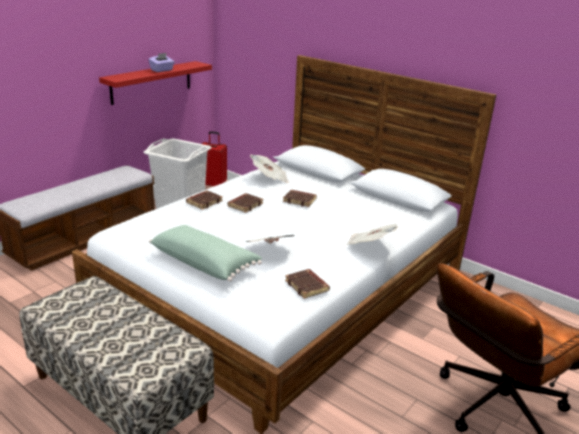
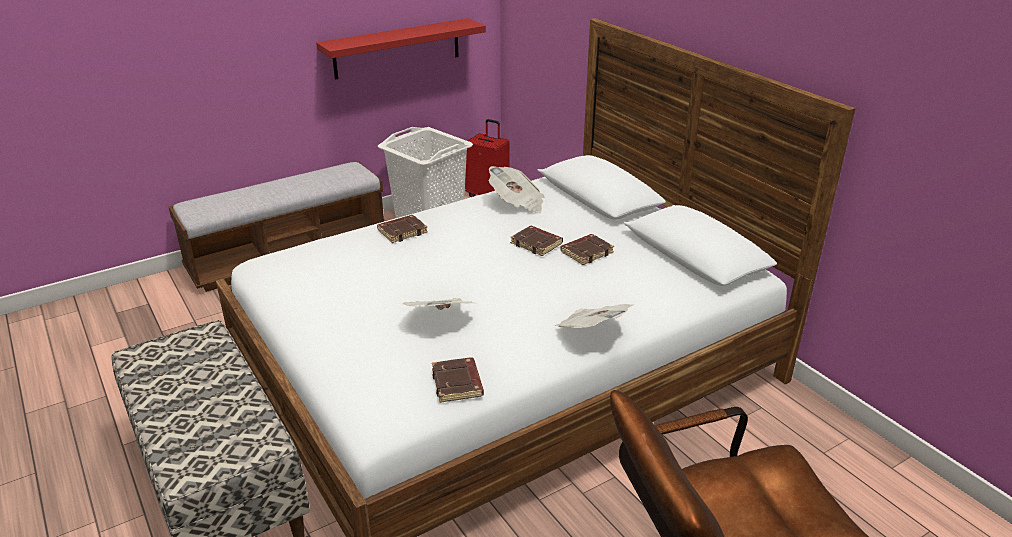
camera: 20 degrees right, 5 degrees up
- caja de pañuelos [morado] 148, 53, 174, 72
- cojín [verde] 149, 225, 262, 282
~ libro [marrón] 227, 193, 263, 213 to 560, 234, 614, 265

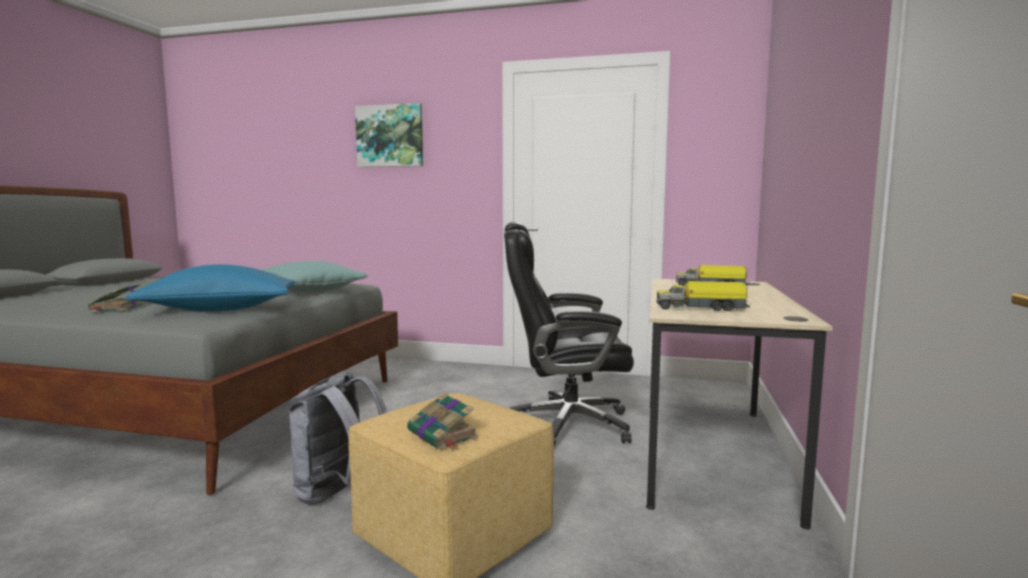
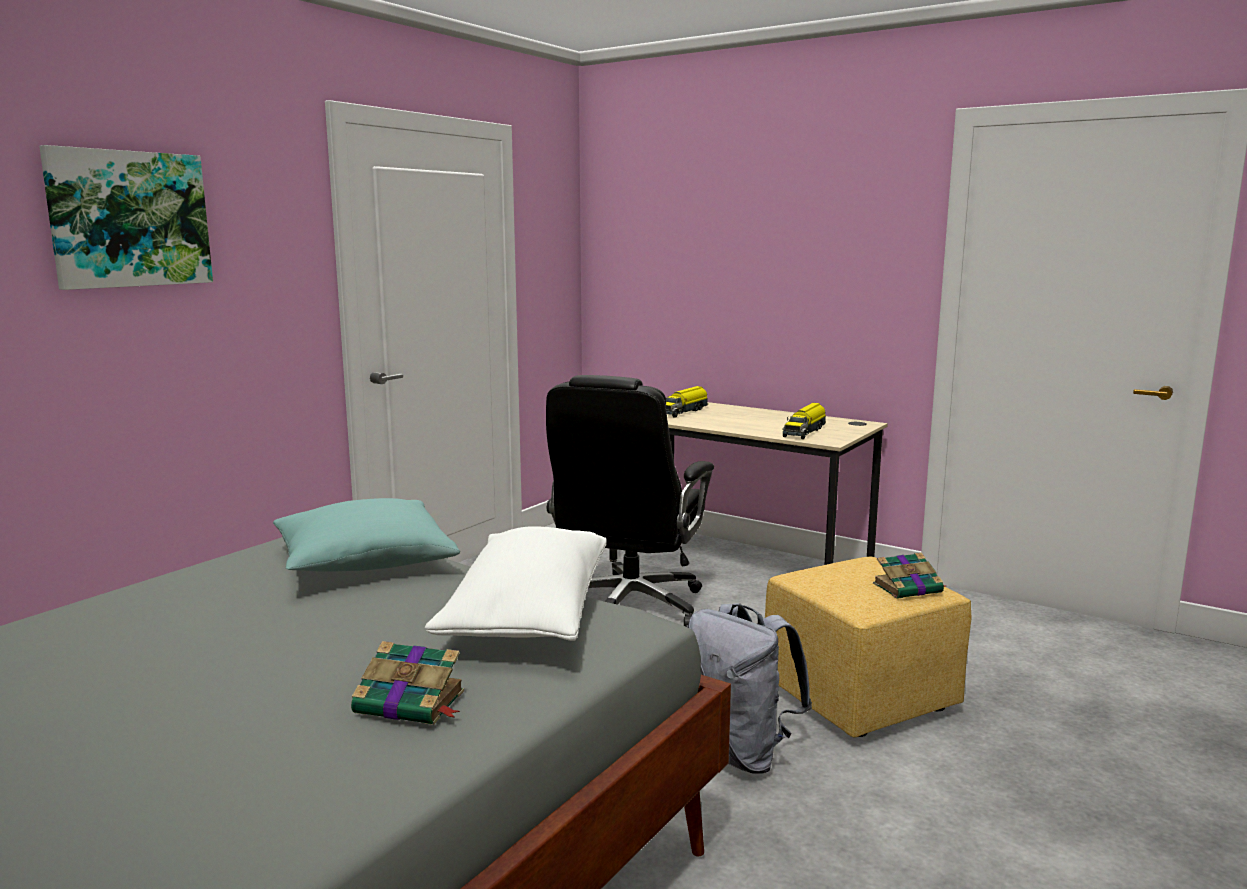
camera: 70 degrees left, 5 degrees up
~ cojín [azul] 125, 264, 296, 312 to cojín [blanco] 425, 526, 606, 641

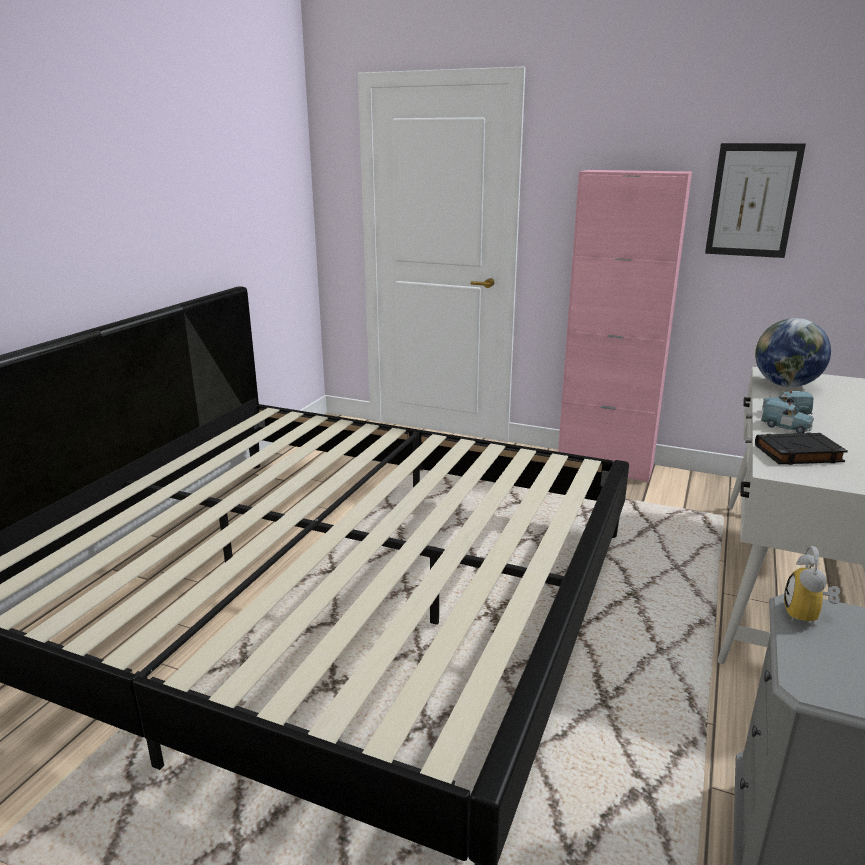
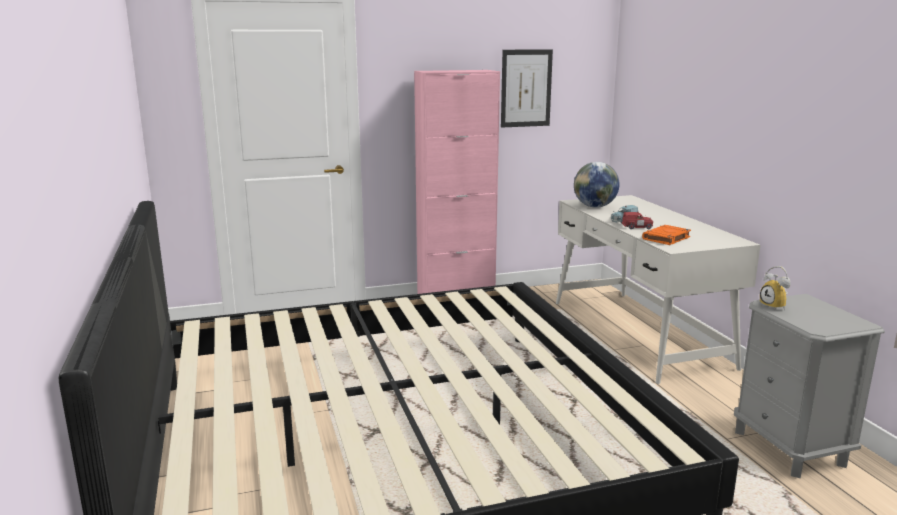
camera: 40 degrees left, 5 degrees down
~ libro [negro] 755, 432, 848, 465 to libro [naranja] 642, 225, 691, 245
~ coche de juguete [azul] 761, 400, 814, 433 to coche de juguete [rojo] 622, 211, 653, 229

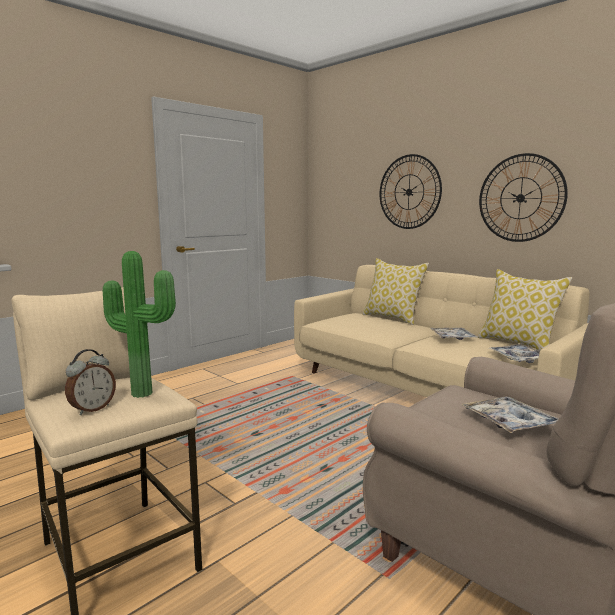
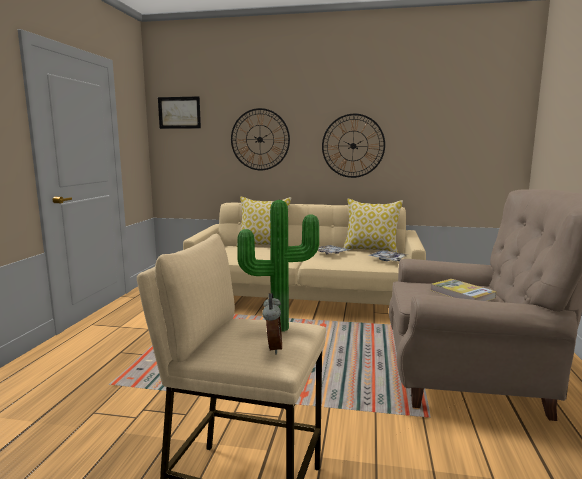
camera: 35 degrees left, 0 degrees up
+ cuadro 158, 96, 201, 129
~ bandeja 461, 396, 558, 433 to libro 430, 279, 496, 301

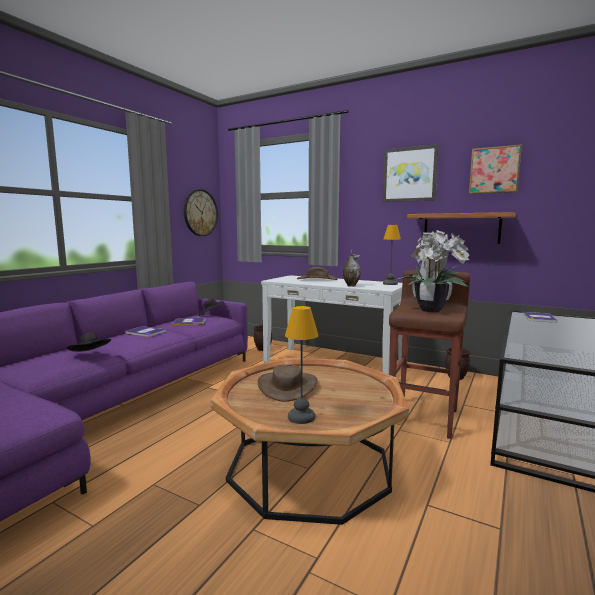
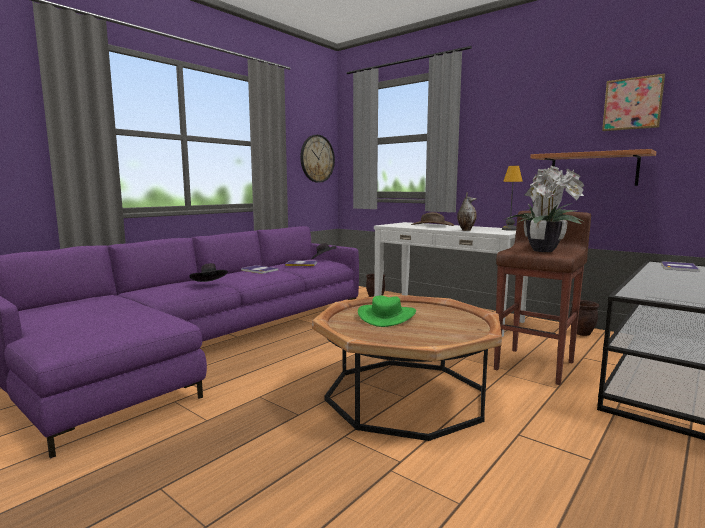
camera: 10 degrees right, 0 degrees up
- lámpara de mesa 285, 306, 319, 424
- cuadro 383, 144, 439, 202
~ sombrero [marrón] 258, 365, 317, 402 to sombrero [verde] 358, 296, 416, 327

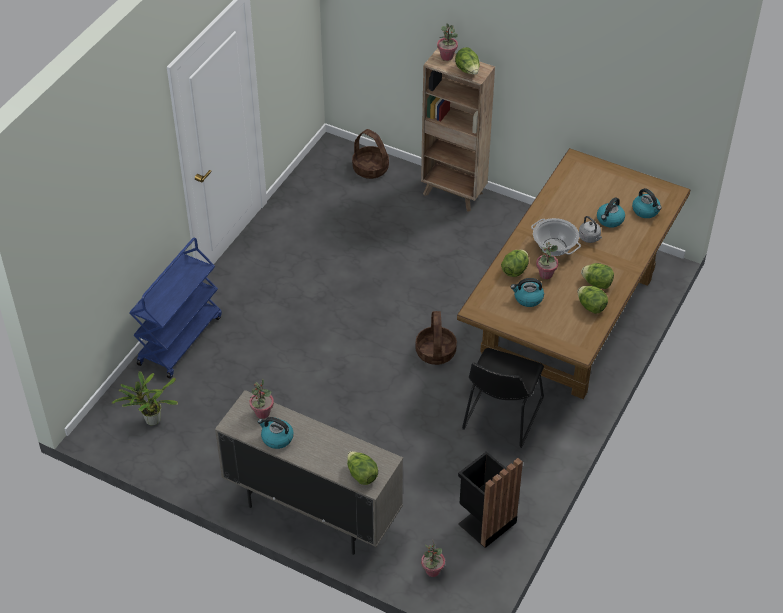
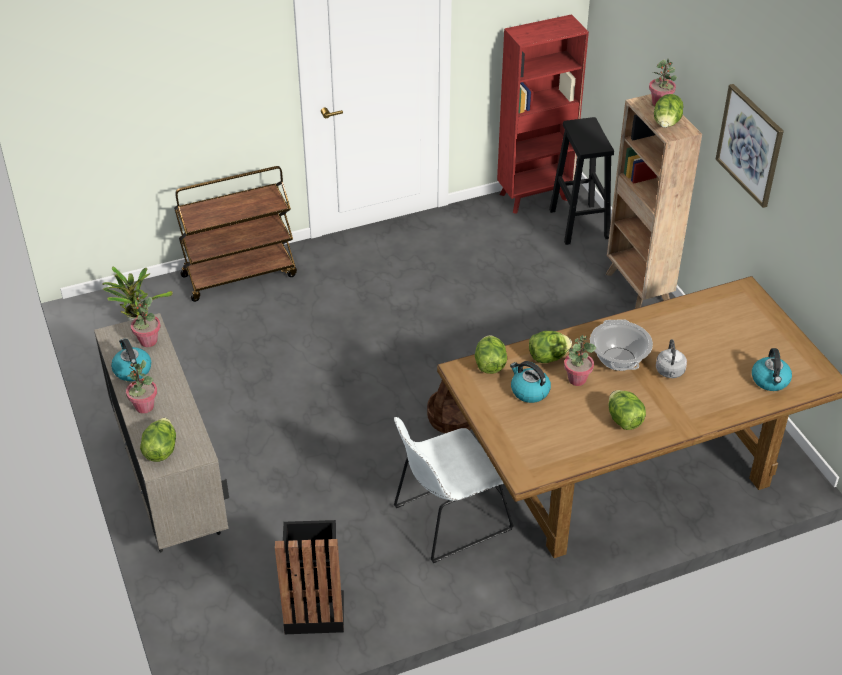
camera: 40 degrees right, 5 degrees down
- hervidor 597, 197, 625, 228
+ estantería [rojo] 497, 14, 589, 214
+ cuadro 715, 84, 784, 208
~ planta en maceta 421, 539, 445, 577 to 124, 360, 157, 414
~ lechuga 578, 286, 608, 314 to 475, 335, 507, 374
~ cesta 352, 129, 389, 179 to taburete [negro] 549, 117, 614, 245
~ carrito [azul] 130, 238, 222, 379 to carrito [marrón] 174, 166, 297, 302
~ silla [negro] 462, 348, 544, 448 to silla [blanco] 394, 417, 514, 563

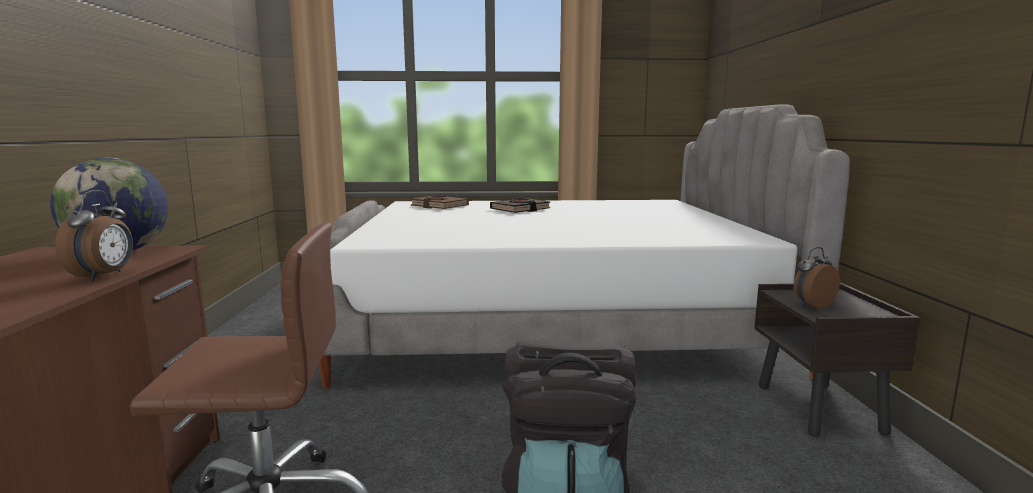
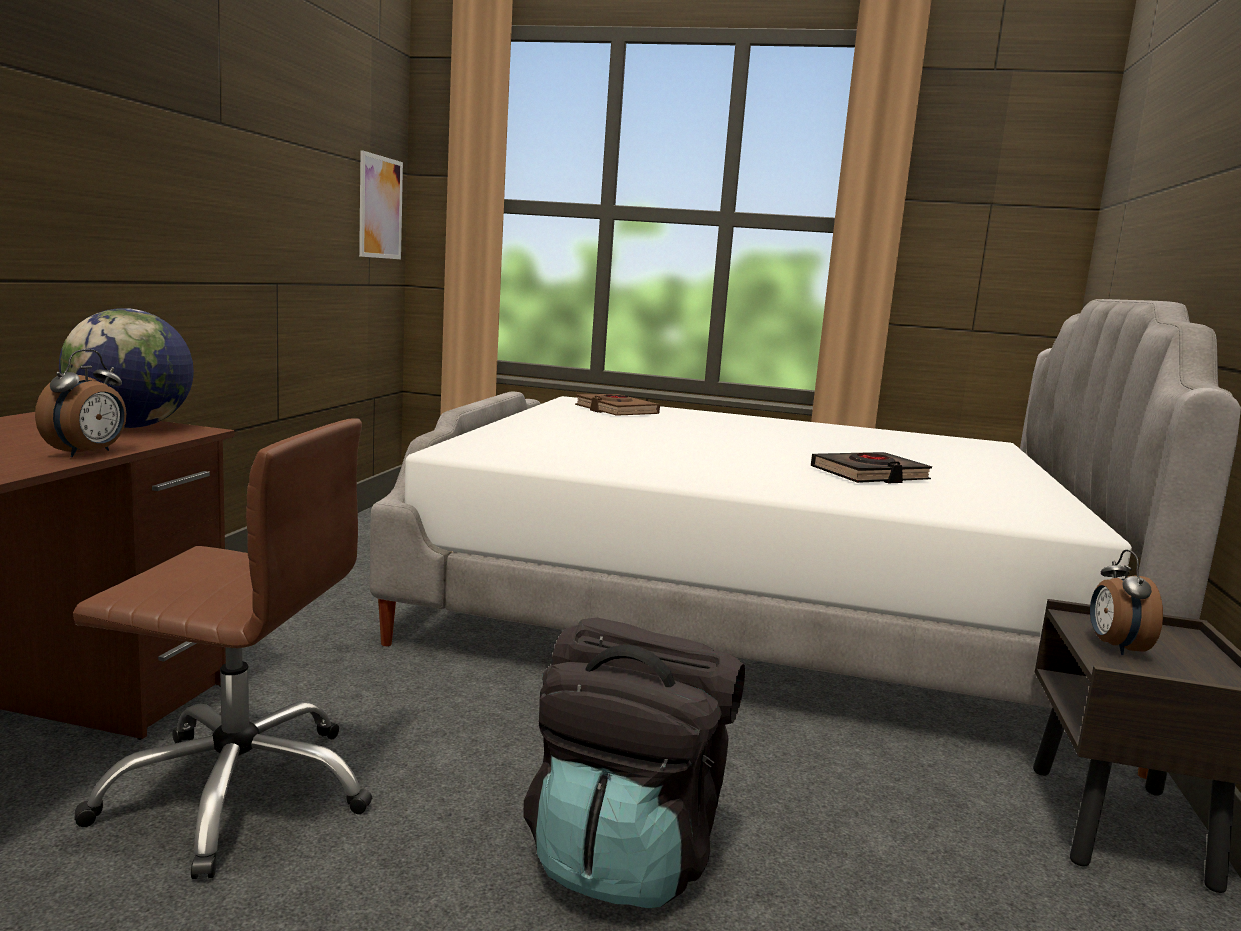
camera: 15 degrees right, 0 degrees up
+ cuadro 359, 150, 403, 259
~ libro [negro] 490, 198, 551, 213 to 811, 452, 932, 483
~ despertador 794, 247, 840, 308 = 1090, 549, 1163, 655 75 degrees counterclockwise

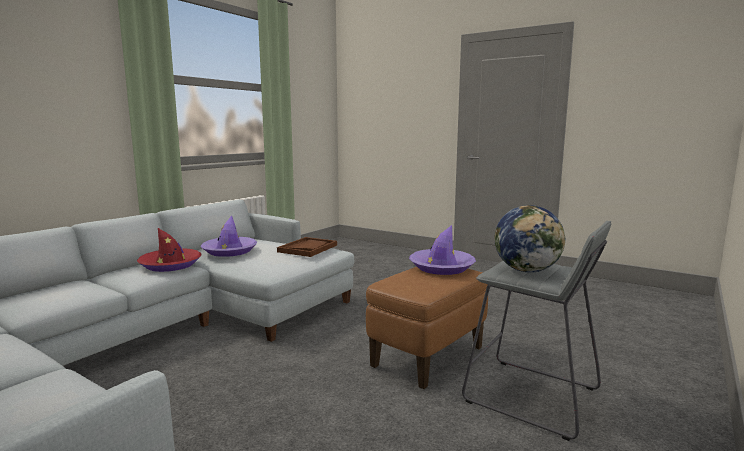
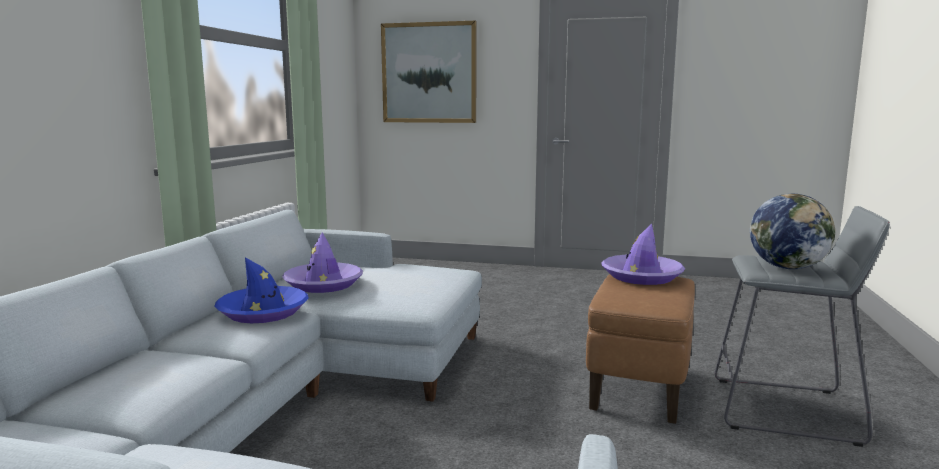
camera: 20 degrees left, 0 degrees up
- bandeja [marrón] 277, 237, 337, 257
+ cuadro 381, 21, 477, 123
~ sombrero [rojo] 137, 228, 202, 272 to sombrero [azul] 214, 257, 309, 323

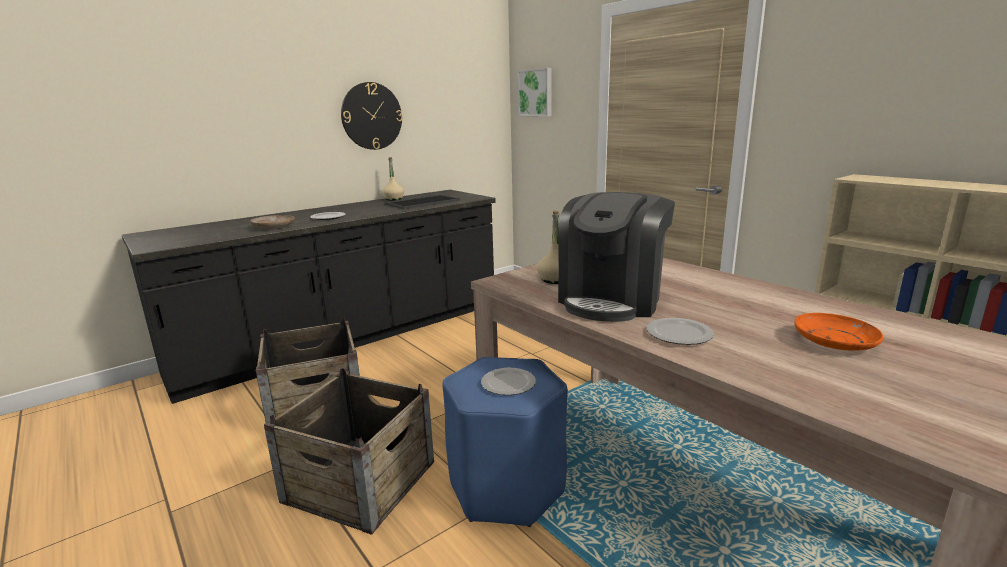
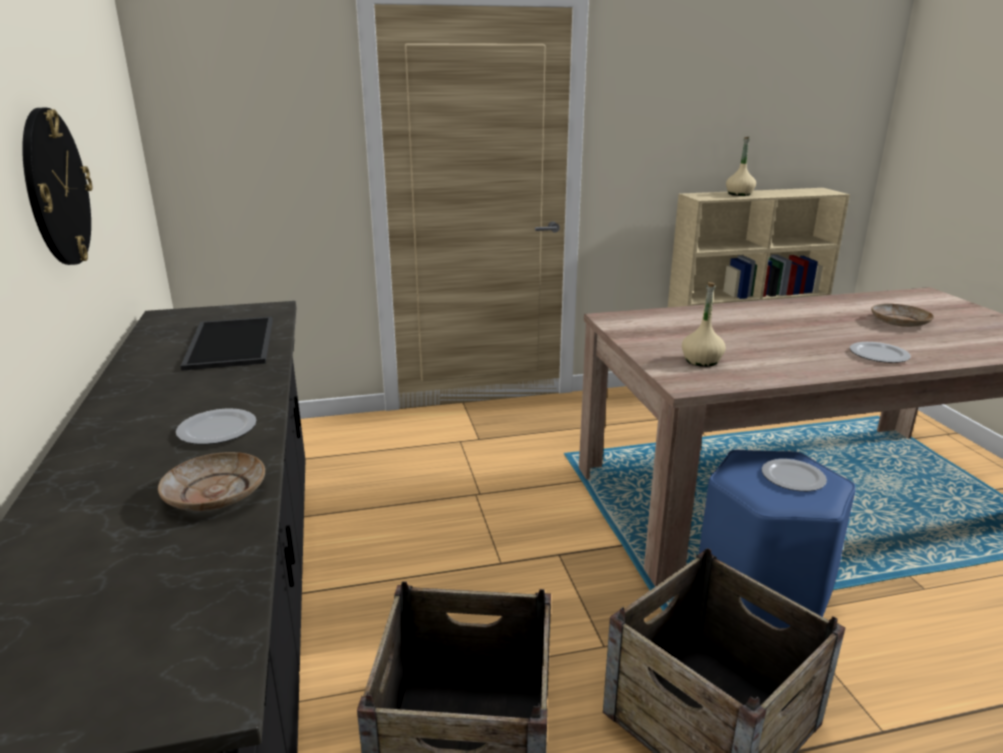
camera: 65 degrees left, 5 degrees up
- cuadro 517, 68, 551, 116
- cafetera 558, 192, 675, 322
~ botella [beis] 382, 157, 404, 200 to 726, 137, 756, 196
~ plato [naranja] 794, 313, 883, 351 to plato [beis] 871, 303, 934, 327

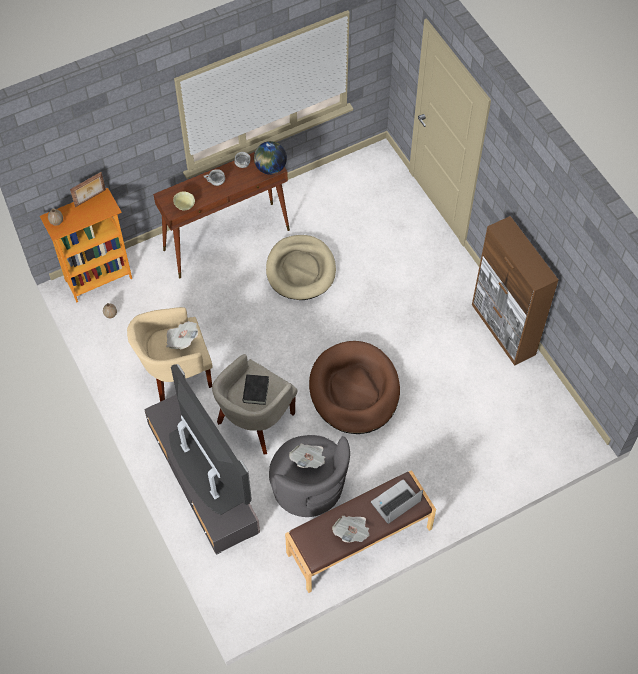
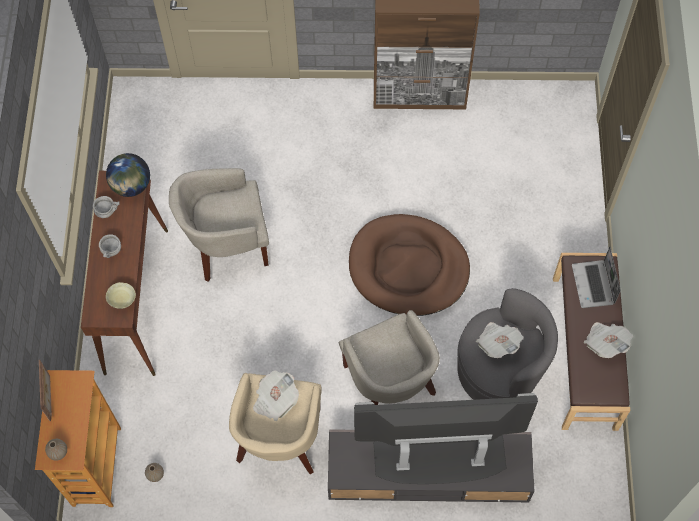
camera: 60 degrees left, 5 degrees up
- libro [negro] 242, 374, 269, 405
~ cama para perro [beis] 266, 235, 336, 300 to sillón [beis] 169, 168, 269, 282

